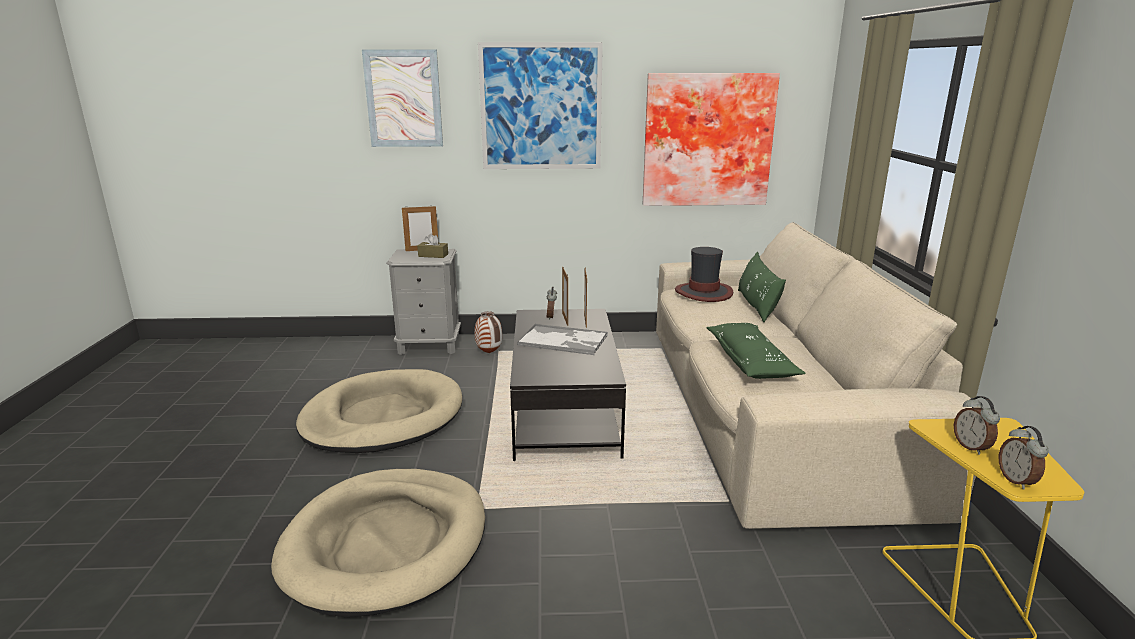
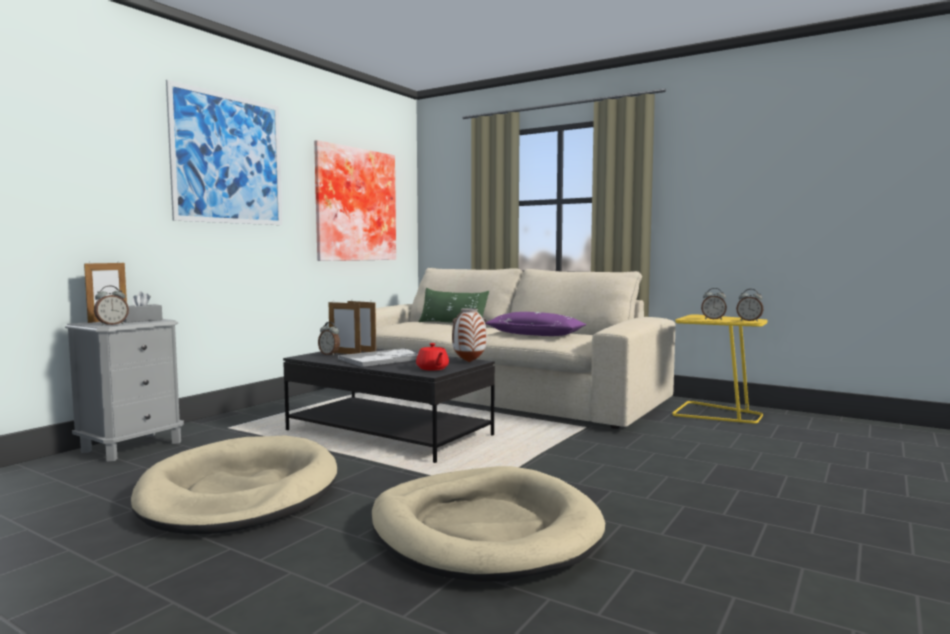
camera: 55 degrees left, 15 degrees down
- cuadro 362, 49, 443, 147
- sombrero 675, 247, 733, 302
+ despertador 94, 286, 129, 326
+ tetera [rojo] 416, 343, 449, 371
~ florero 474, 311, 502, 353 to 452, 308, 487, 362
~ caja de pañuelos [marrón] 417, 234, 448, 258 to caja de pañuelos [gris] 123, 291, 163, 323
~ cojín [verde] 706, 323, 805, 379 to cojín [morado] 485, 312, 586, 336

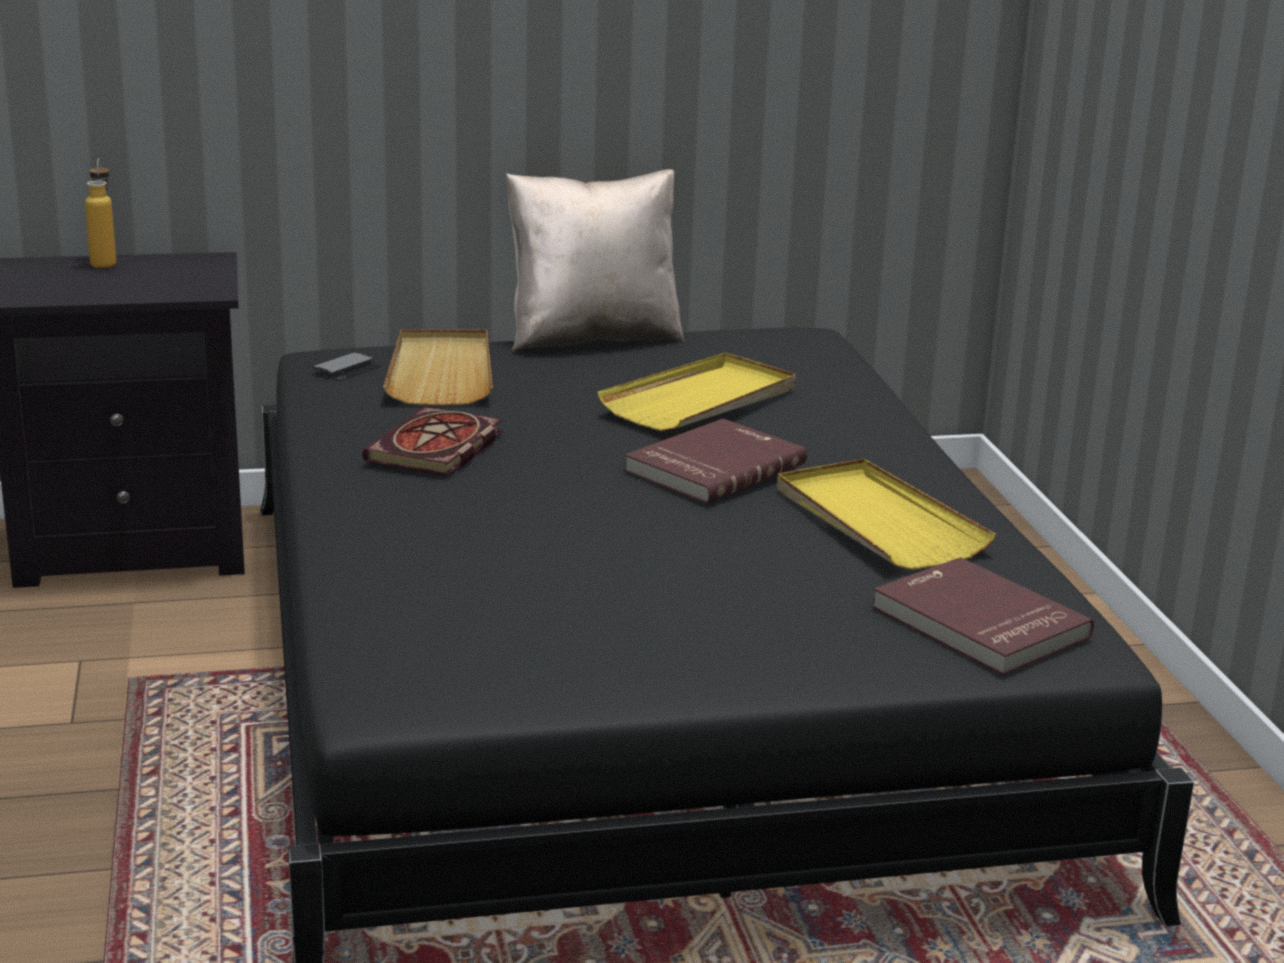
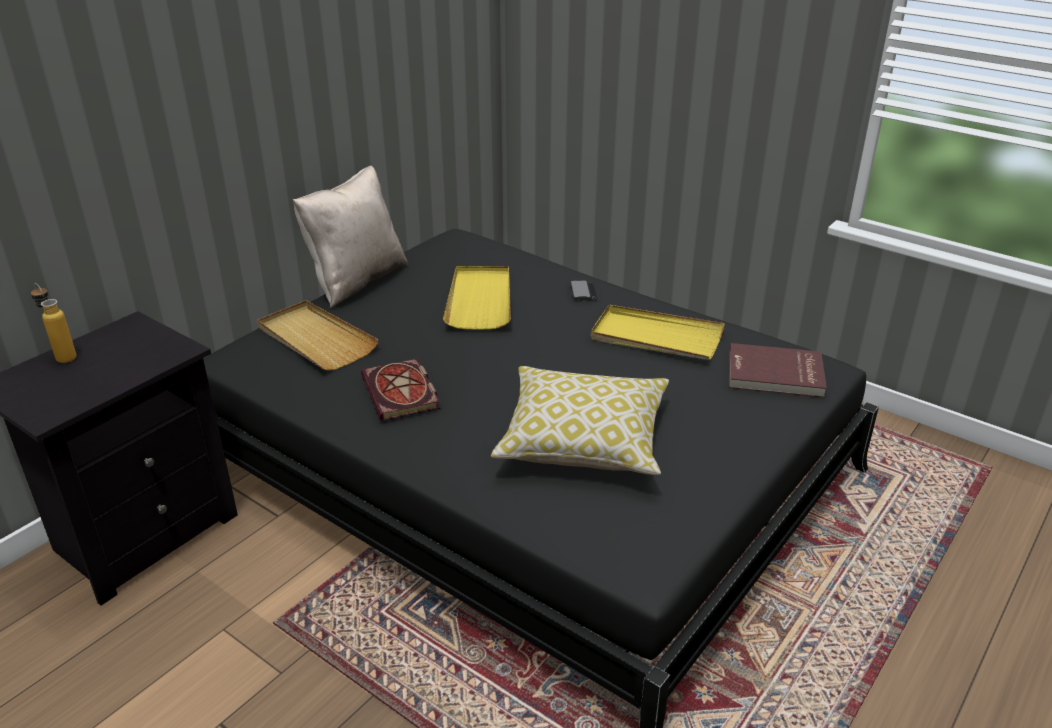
camera: 40 degrees left, 10 degrees up
- libro [rojo] 624, 418, 807, 504
+ cojín 491, 366, 669, 475
~ móvil 312, 352, 381, 381 to 570, 280, 597, 301

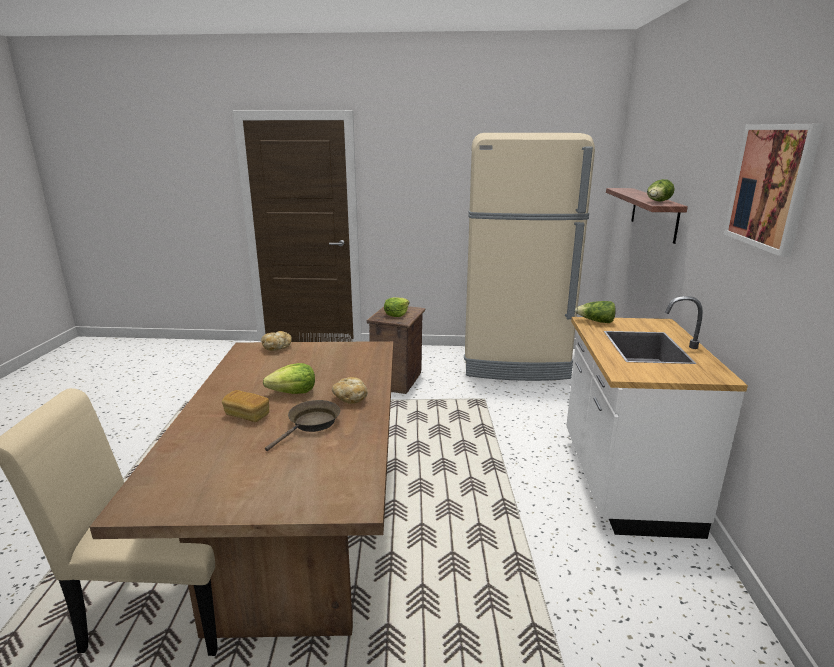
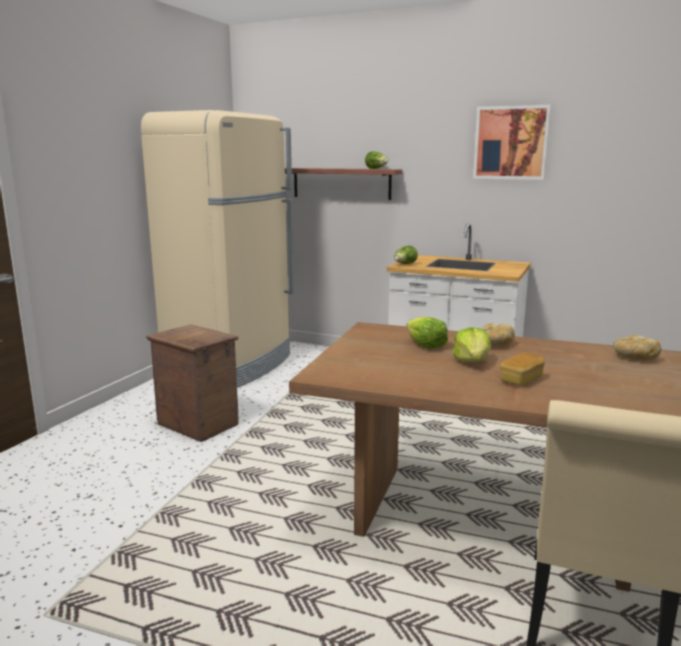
camera: 70 degrees left, 5 degrees down
- sartén [marrón] 265, 400, 340, 451
~ pan 261, 331, 292, 351 to 613, 335, 662, 360
~ lechuga 384, 297, 410, 317 to 406, 317, 448, 349

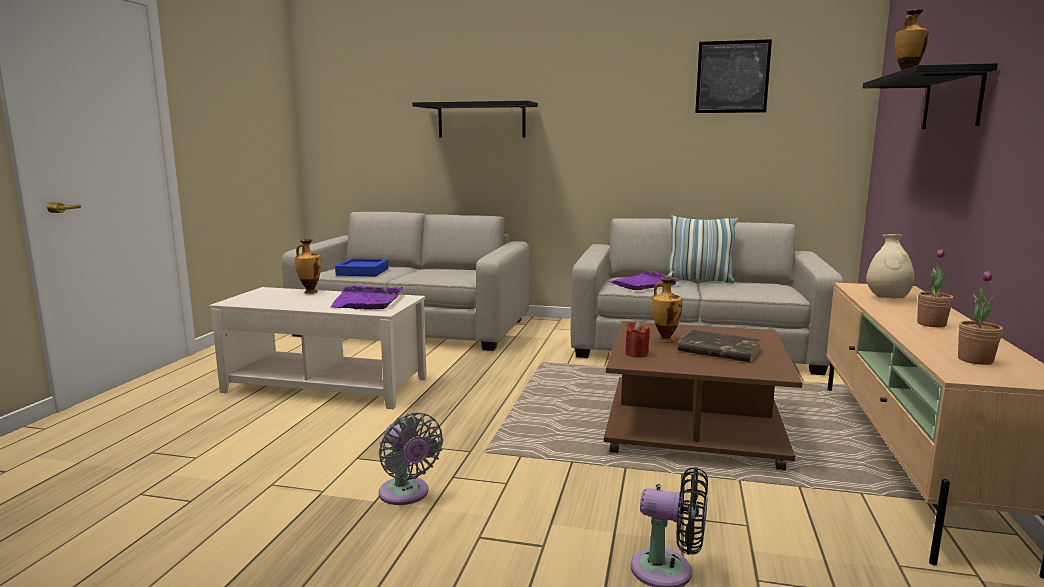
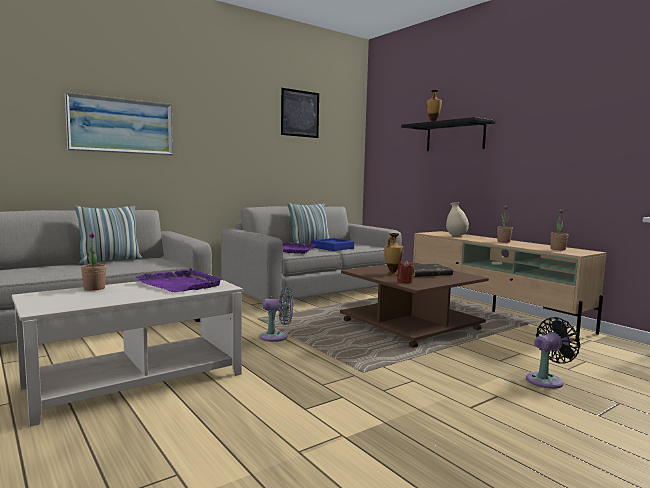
camera: 50 degrees left, 5 degrees down
+ cojín 74, 206, 142, 265
~ bandeja [azul] 335, 258, 389, 276 to 312, 238, 354, 251
~ ventilador [gris] 379, 412, 443, 505 to 260, 287, 293, 342
~ florero 294, 239, 321, 294 to planta en maceta 81, 231, 106, 291
~ estante [negro] 412, 101, 538, 138 to cuadro 65, 92, 173, 155

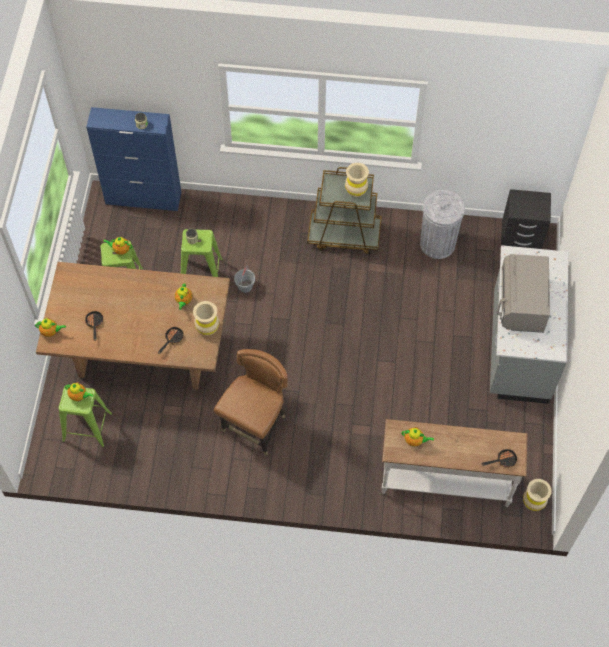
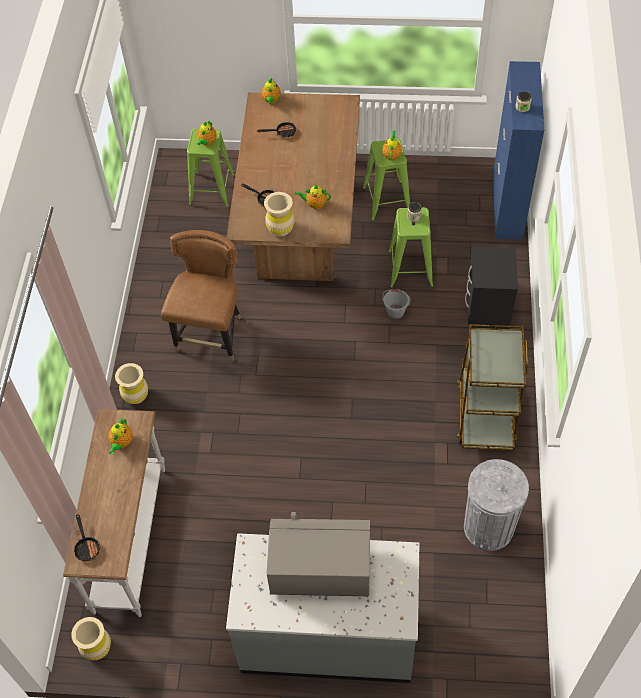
camera: 90 degrees right, 5 degrees down
~ florero [beis] 345, 163, 369, 197 to 115, 363, 148, 404
~ mesita de noche [negro] 501, 189, 551, 249 to 465, 247, 518, 329
~ silla [marrón] 214, 349, 288, 456 = 161, 230, 241, 361 105 degrees counterclockwise

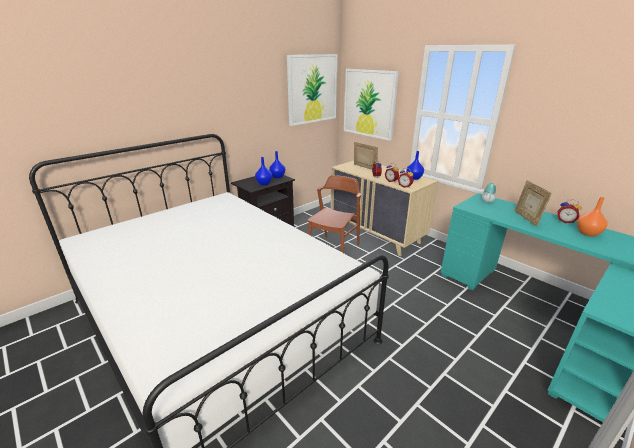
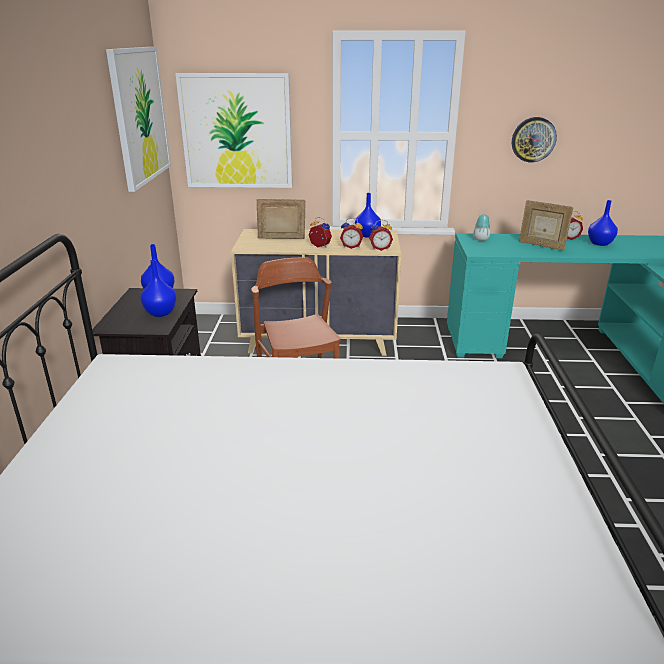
camera: 45 degrees left, 0 degrees up
+ reloj de pared 512, 117, 557, 162
~ florero [naranja] 577, 197, 608, 236 to florero [azul] 588, 200, 618, 246

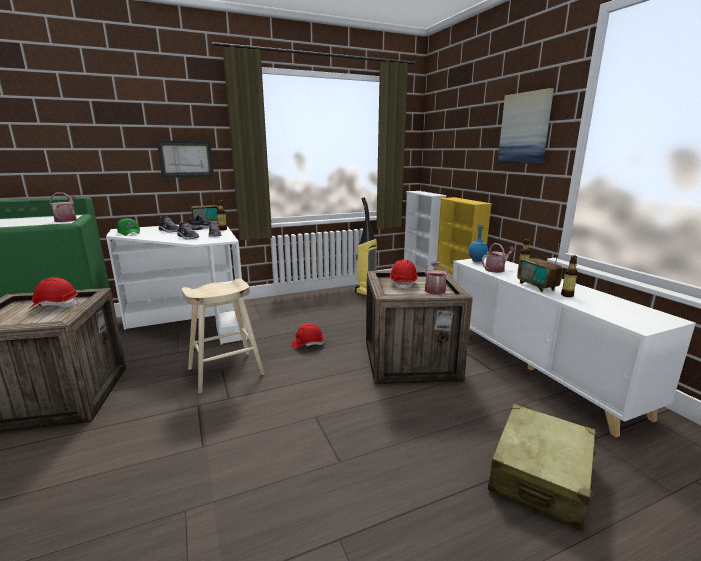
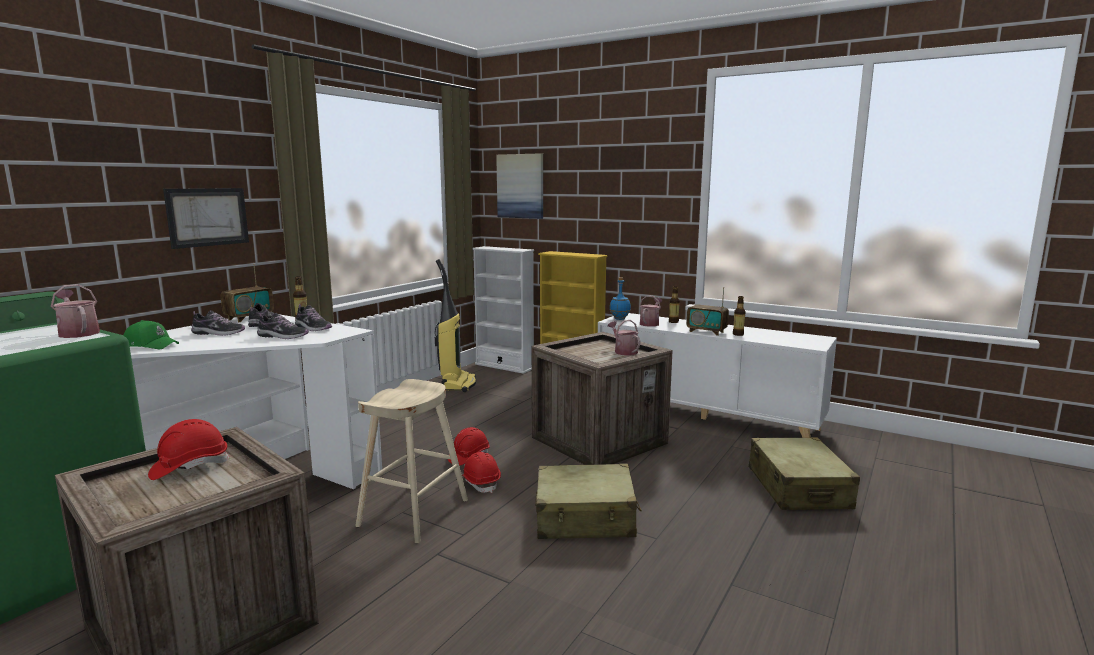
camera: 35 degrees left, 5 degrees down
+ maleta [beis] 535, 464, 642, 539
~ casco [rojo] 390, 260, 418, 290 to 462, 452, 501, 493
~ cuadro 498, 88, 554, 164 to 496, 153, 543, 219

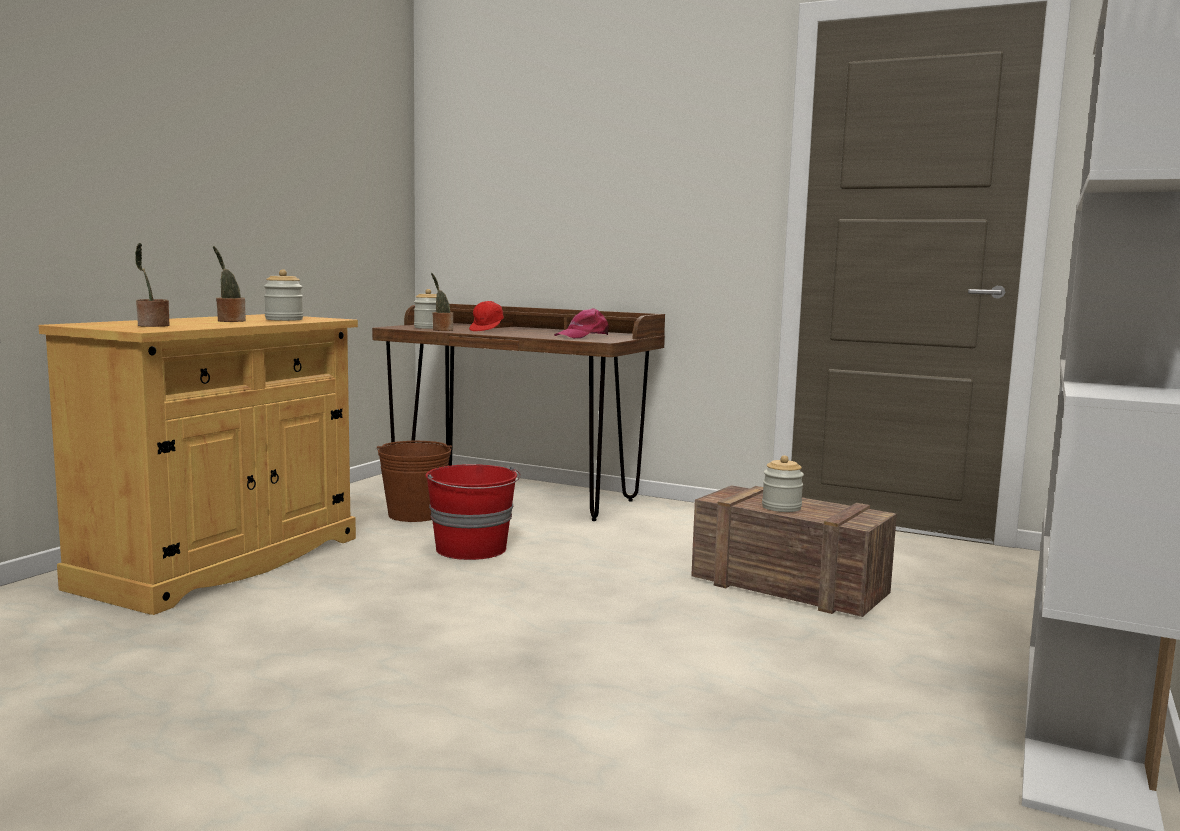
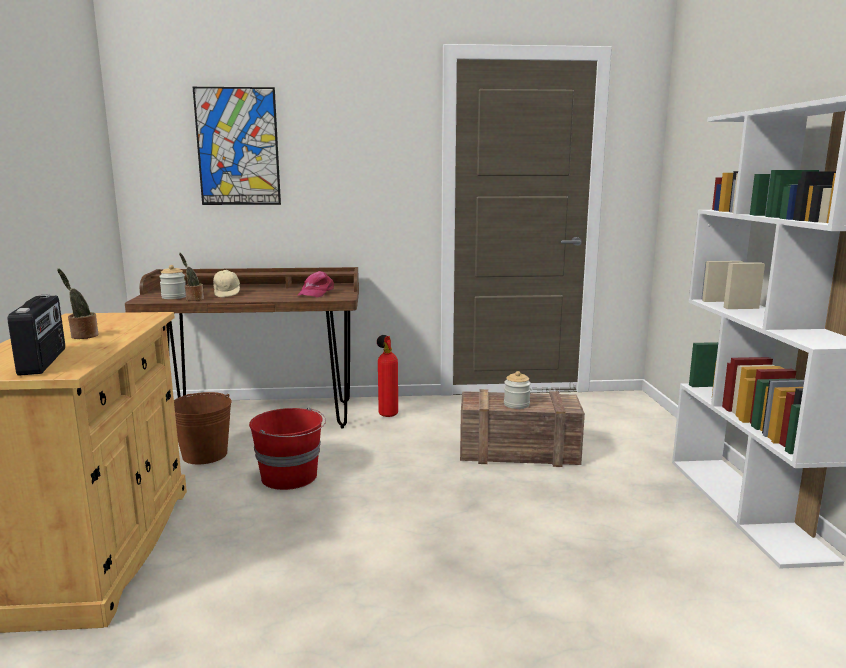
camera: 30 degrees left, 5 degrees up
- tarro 264, 269, 303, 321
+ cuadro 193, 87, 281, 205
+ extintor 377, 335, 398, 417
~ planta en maceta 135, 243, 170, 327 to radio 8, 294, 65, 376
~ gorra [rojo] 469, 301, 504, 331 to gorra [beis] 213, 270, 240, 297

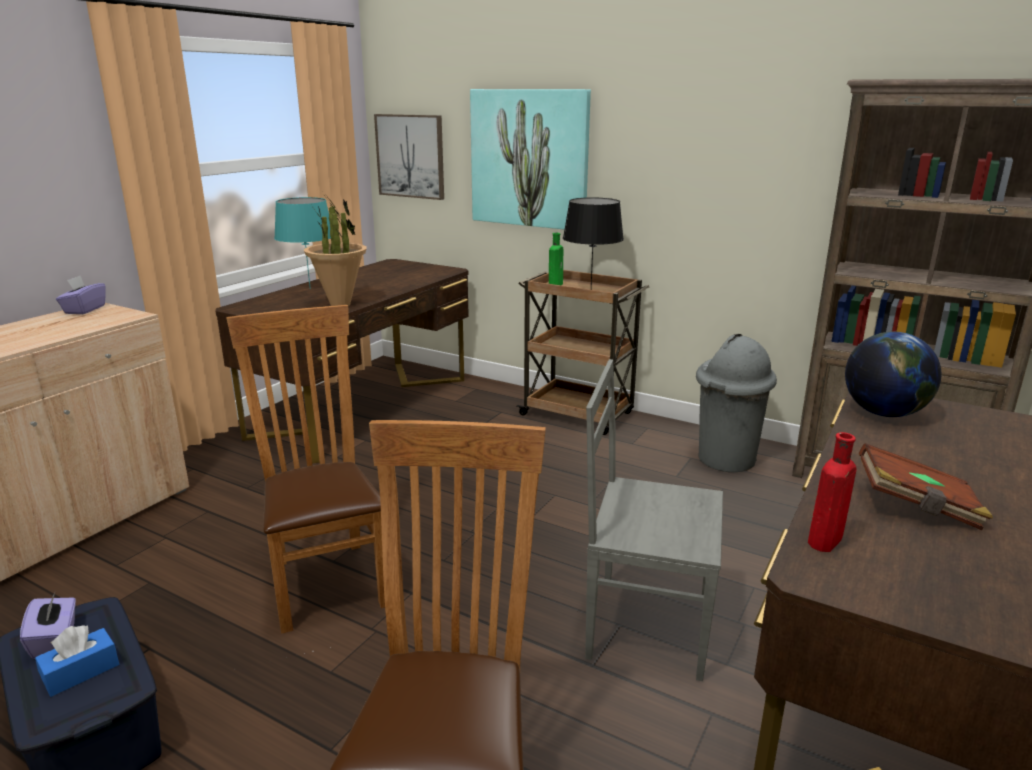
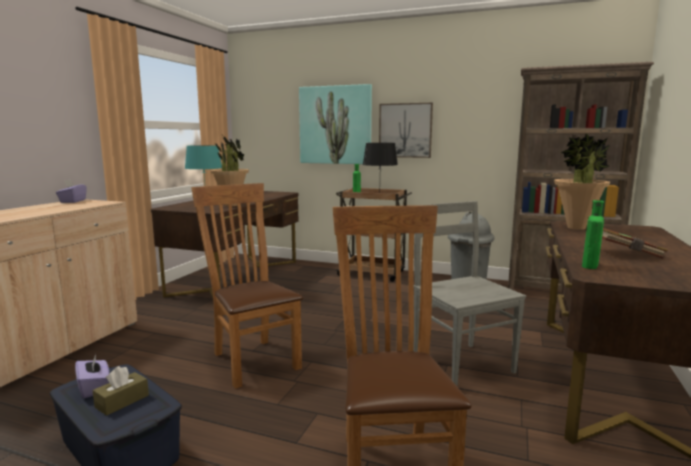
camera: 10 degrees left, 10 degrees down
~ cuadro 374, 114, 444, 200 to 379, 103, 433, 158
~ globo terráqueo 845, 332, 941, 417 to planta en maceta 554, 134, 610, 230
~ caja de pañuelos [azul] 35, 625, 119, 697 to caja de pañuelos [marrón] 93, 366, 149, 416
~ botella [rojo] 808, 432, 857, 552 to botella [verde] 582, 200, 604, 269
~ silla [gris] 585, 359, 723, 681 = 414, 201, 526, 387 60 degrees clockwise

